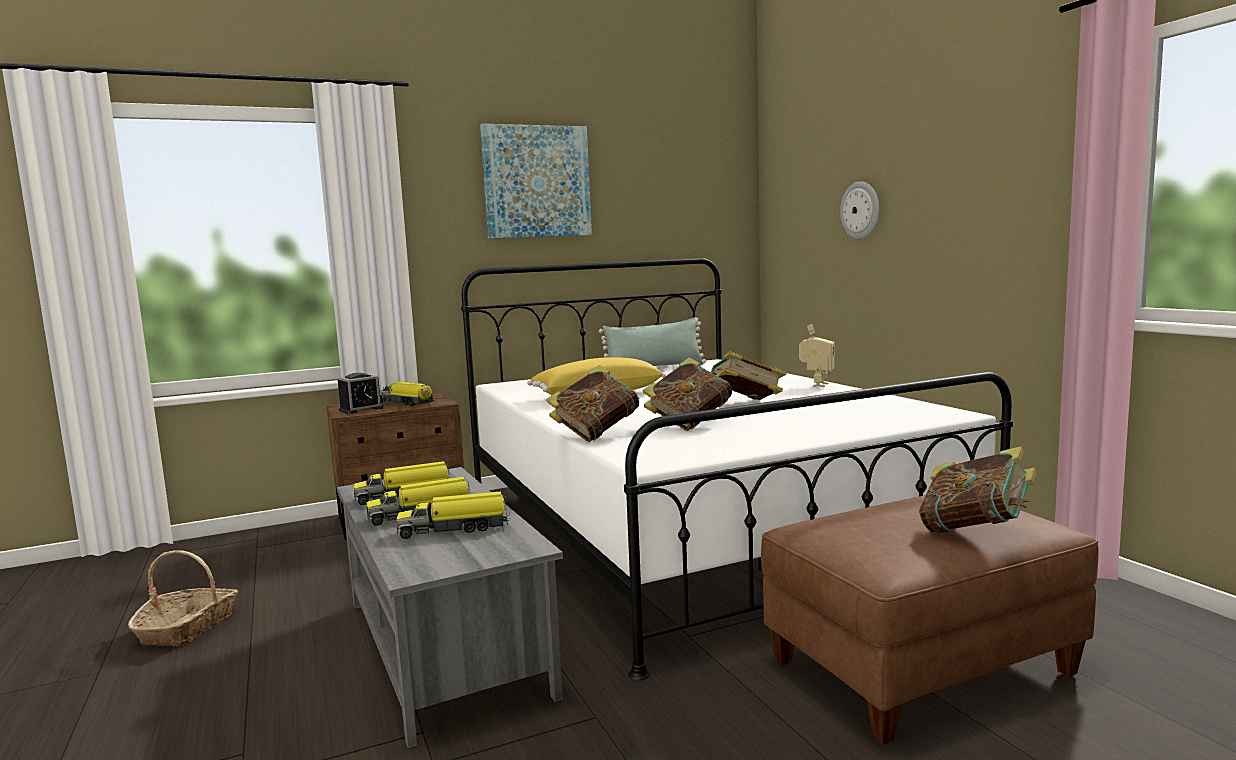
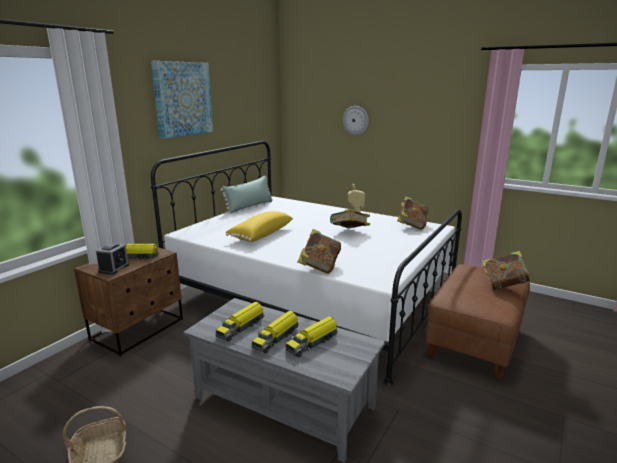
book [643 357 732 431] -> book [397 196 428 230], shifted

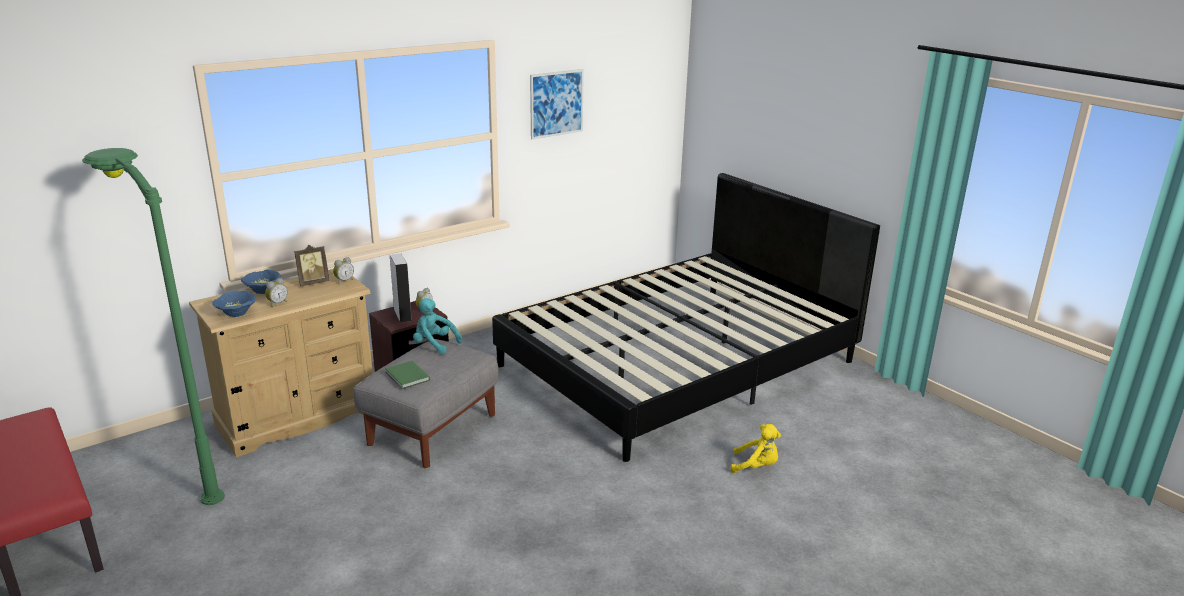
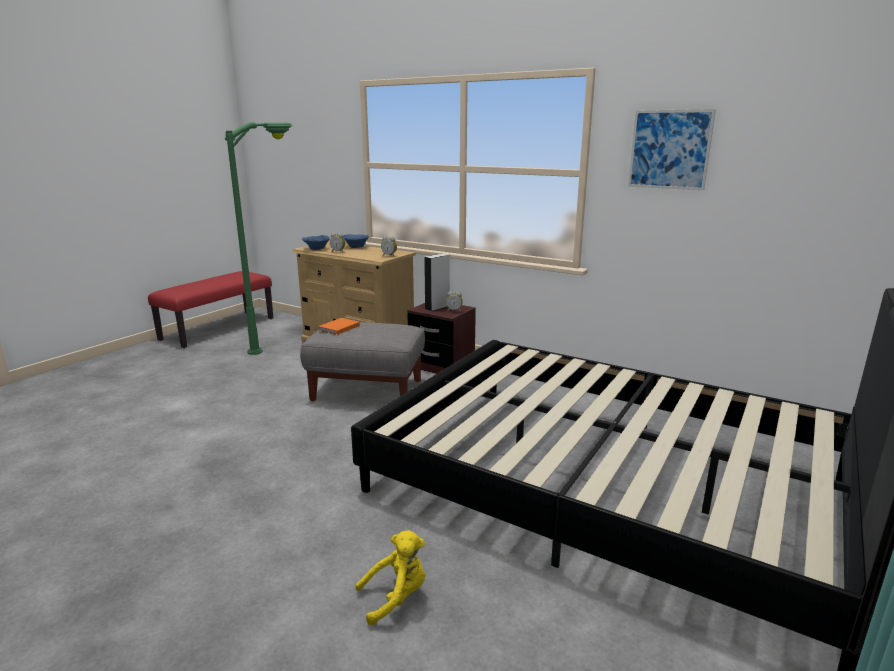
green book [385 361 430 389] -> orange book [318 318 360 335]
yellow plush toy [730 424 781 473] -> yellow plush toy [356 530 426 625], 105 degrees counterclockwise
picture frame [294 245 330 286] -> none
turquoise plush toy [413 298 462 354] -> none

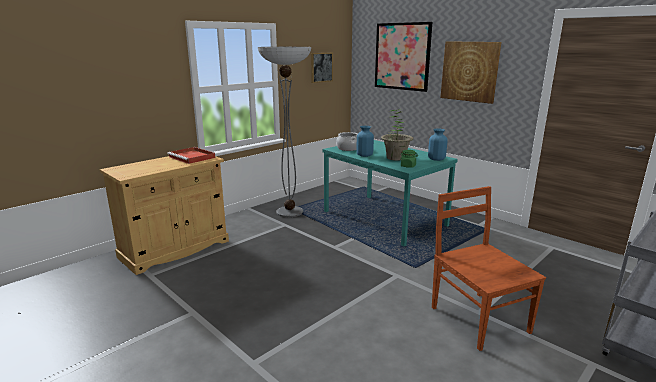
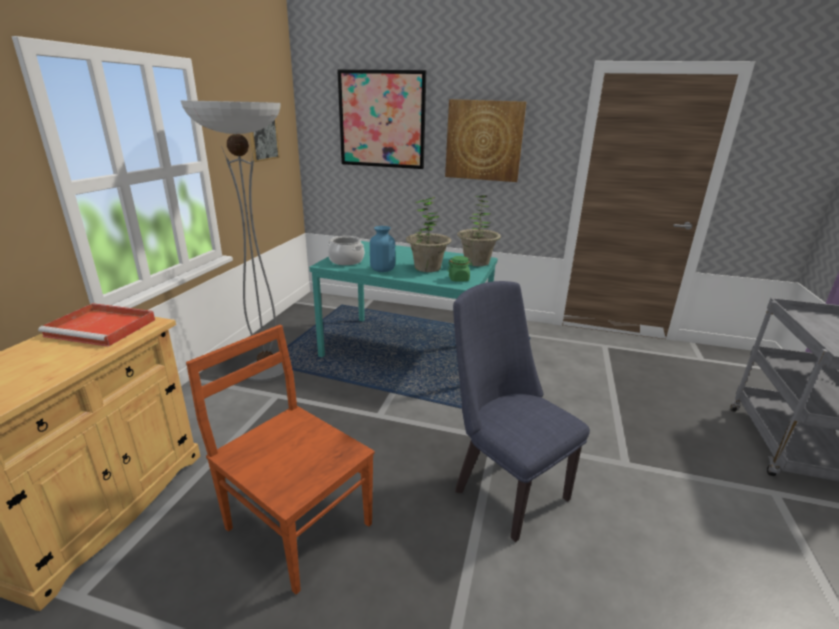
brown chair [432 186 546 351] -> brown chair [186 325 375 595], shifted
none -> blue chair [453 281 590 542]
blue vase [428 129 448 161] -> potted plant [457 195 501 266]

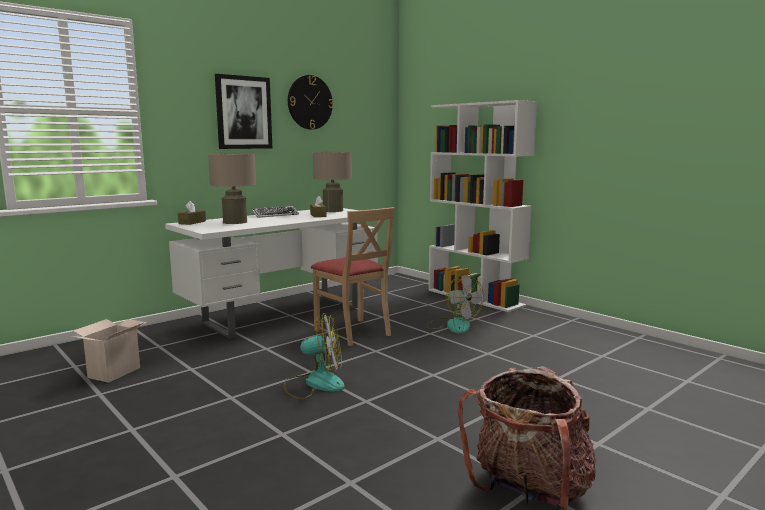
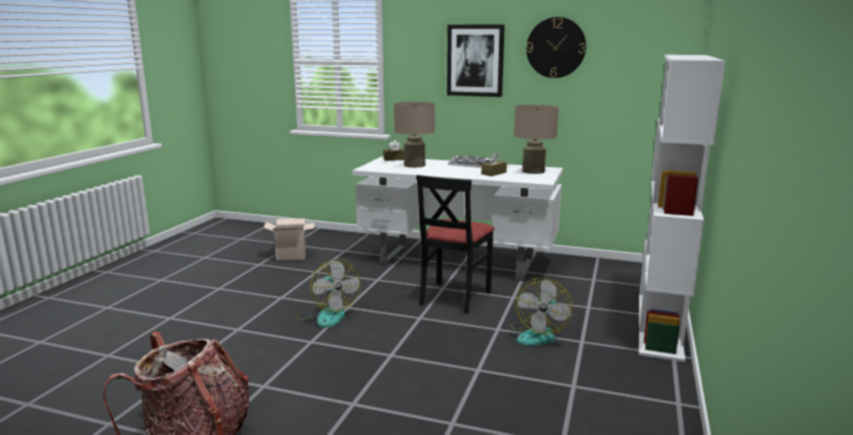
beige chair [311 207 395 346] -> black chair [416 175 495 314]

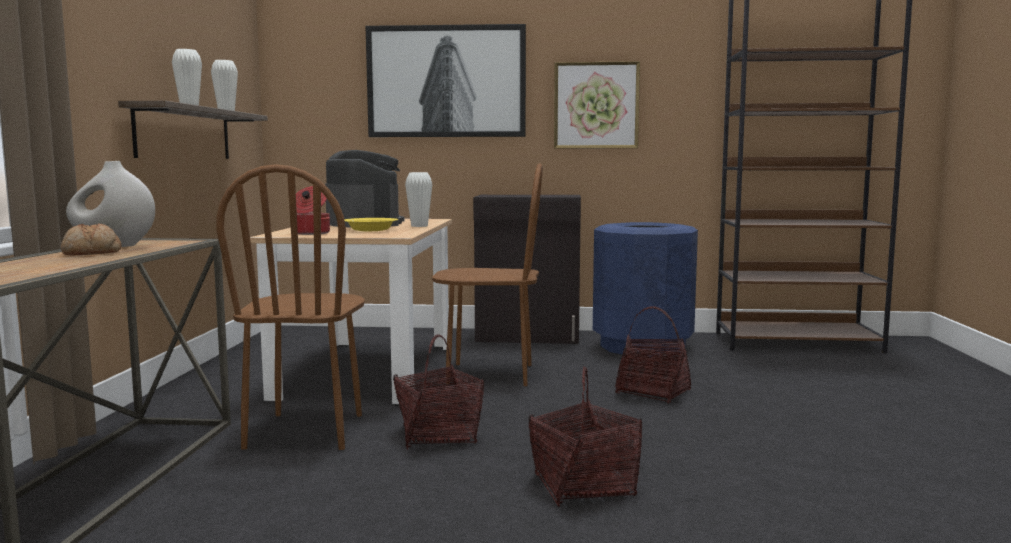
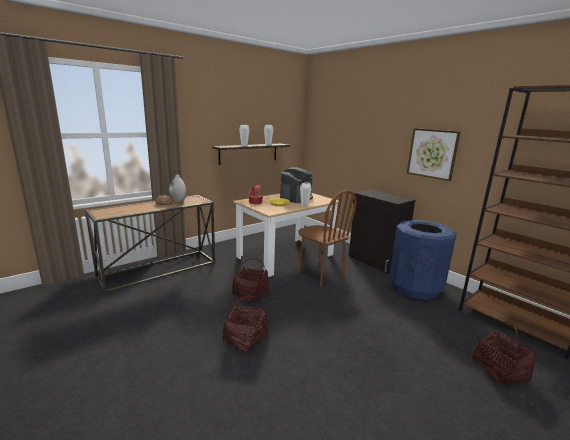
basket [615 307 691 403] -> basket [473 321 536 386], shifted
brown chair [216 164 365 450] -> none
picture [366 24 526 137] -> none

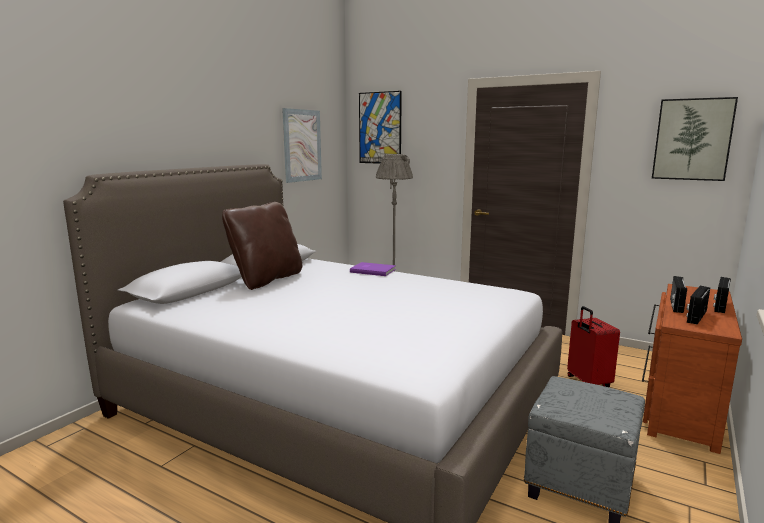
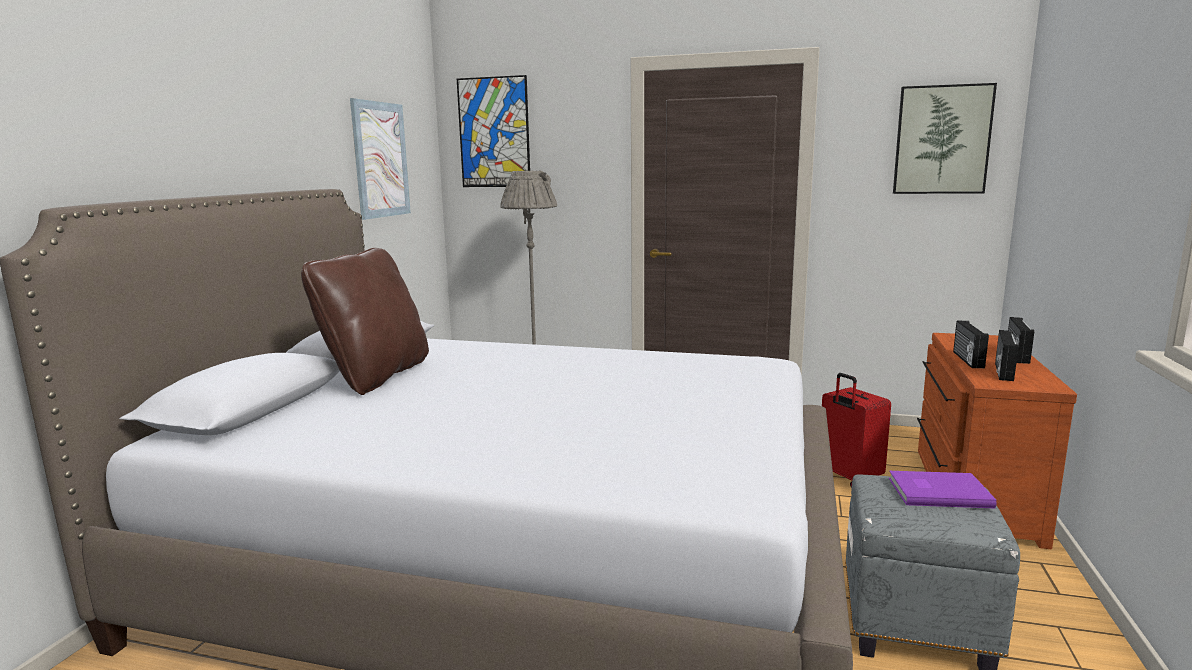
purple book [350 262 396 276] -> purple book [889 471 996 508], shifted

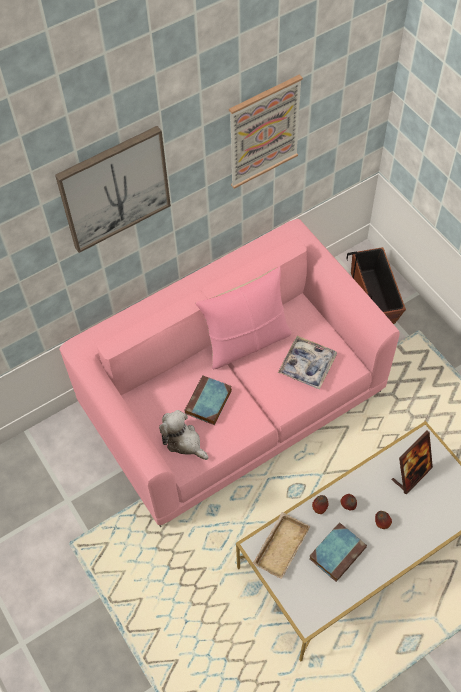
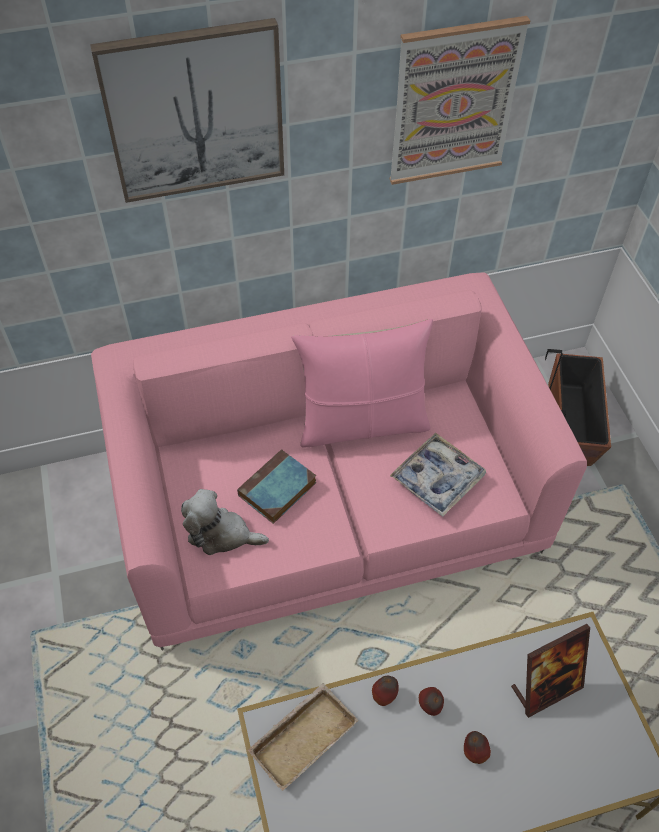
plush toy [159 410 208 460] -> plush toy [181 489 269 555], 45 degrees counterclockwise
book [309 522 367 582] -> none

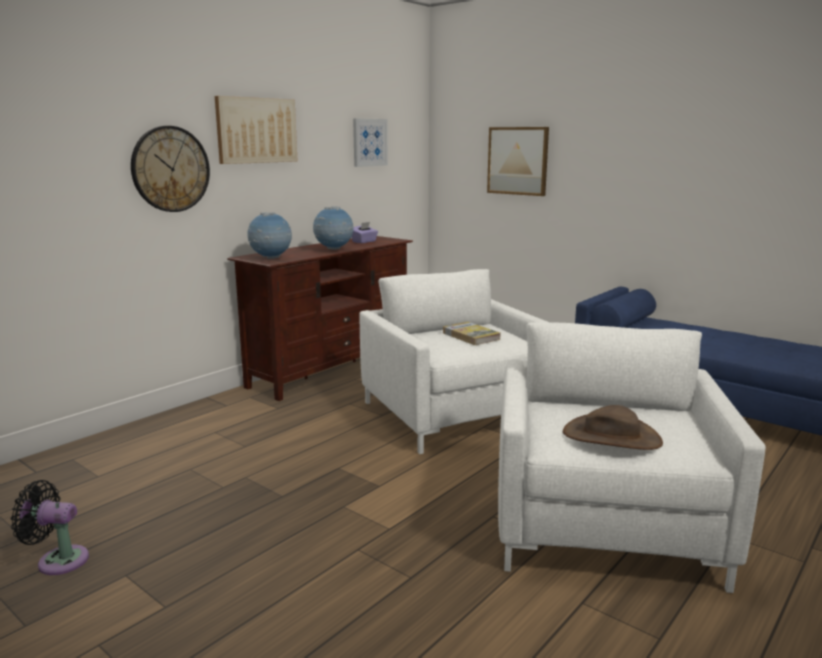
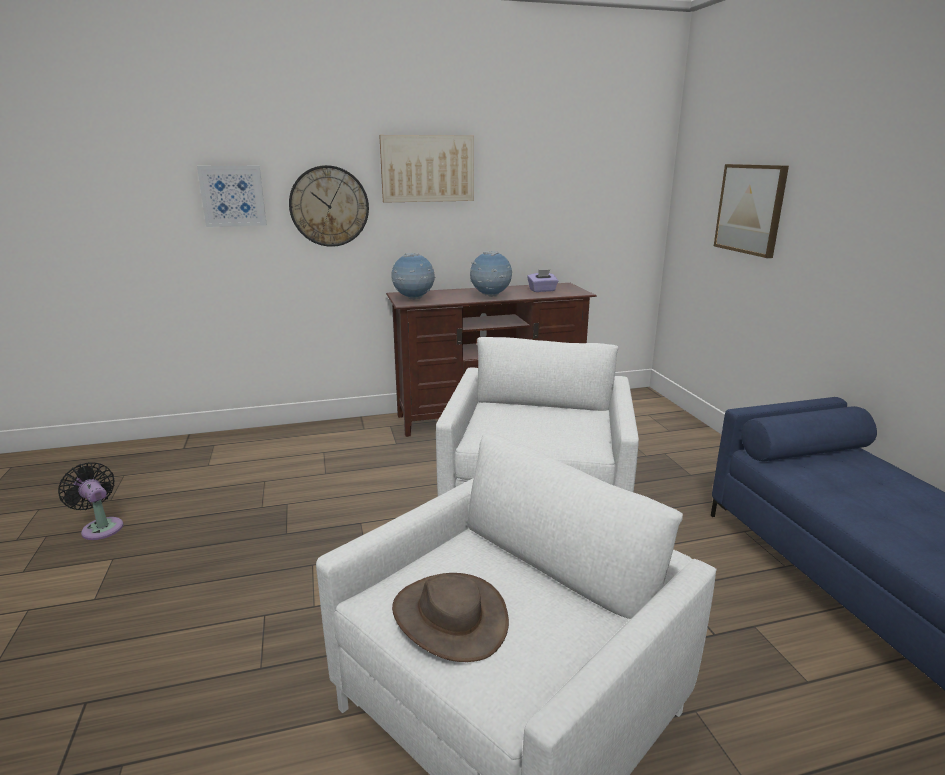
picture [353 118 388 167] -> picture [197 166 267 227], shifted
book [443 322 501 345] -> none

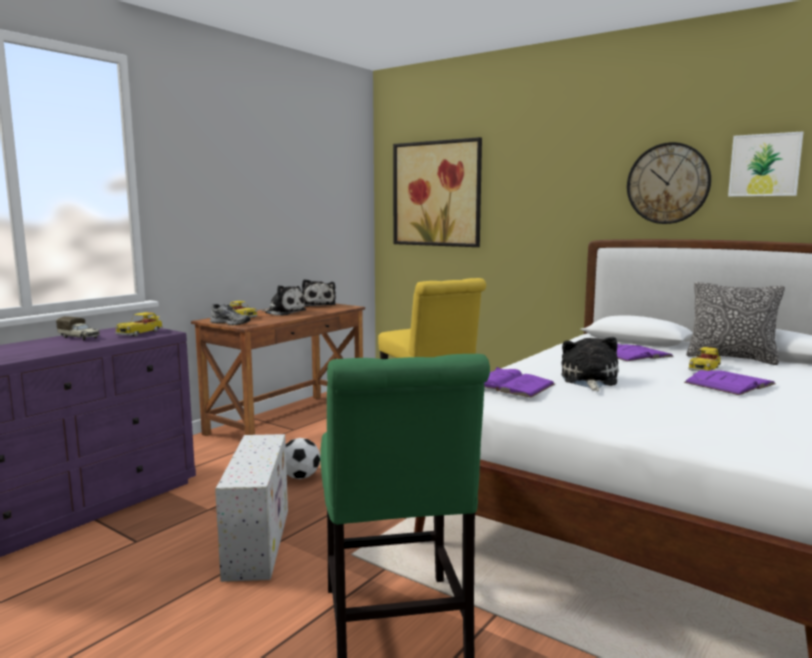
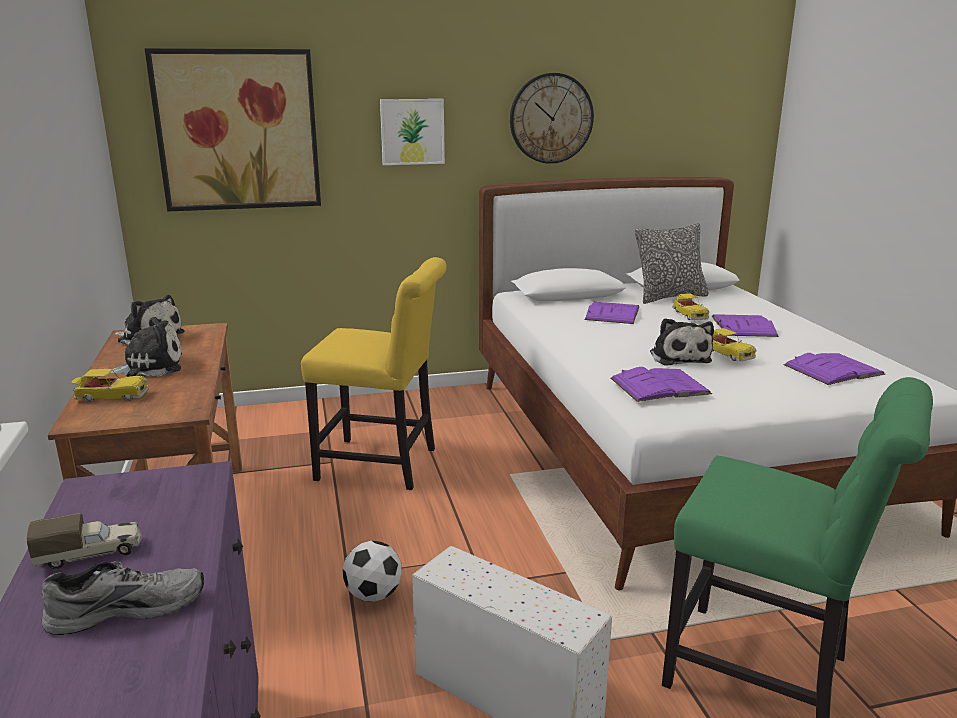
grey shoe [210 304 250 325] -> grey shoe [41 561 204 635], shifted
picture [728 131 803 197] -> picture [380 99 445 165], shifted
plush toy [561 337 618 391] -> plush toy [650 318 714 366], 150 degrees counterclockwise
toy car [115 312 163 336] -> toy car [712 328 757 361], shifted
none -> purple book [784 353 886 385]

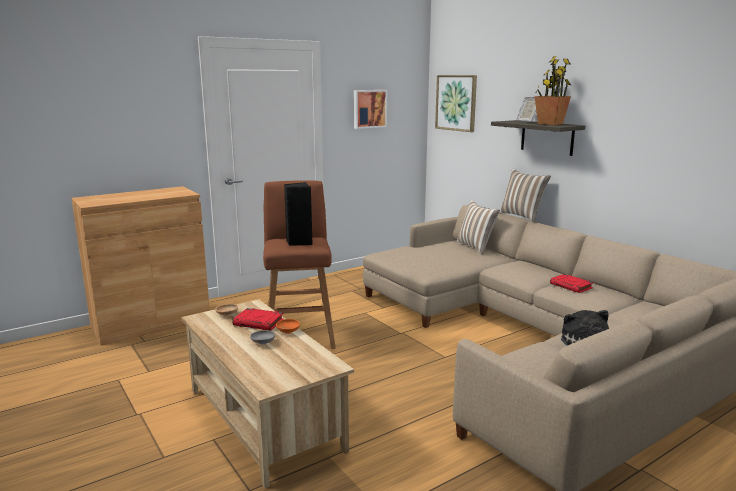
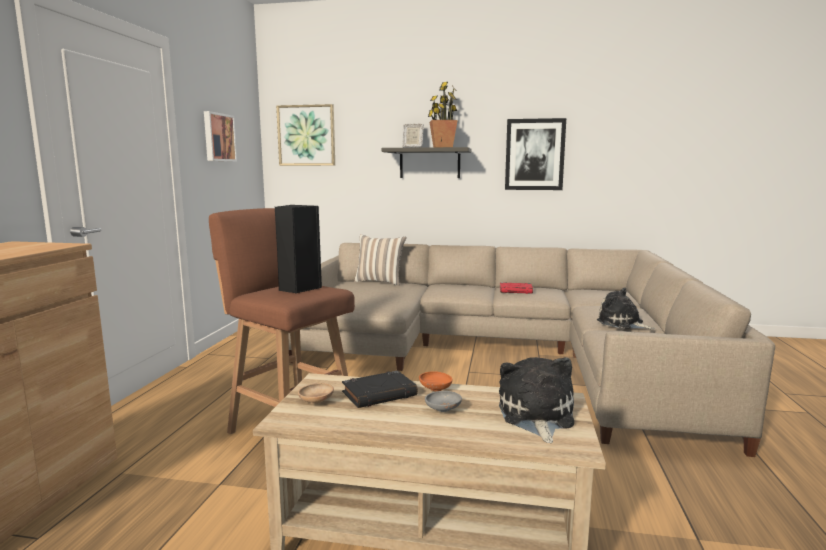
red book [233 308 284 331] -> black book [342 370 418 408]
none -> plush toy [499 357 574 443]
none -> picture [505 118 566 190]
pillow [499 169 551 223] -> none

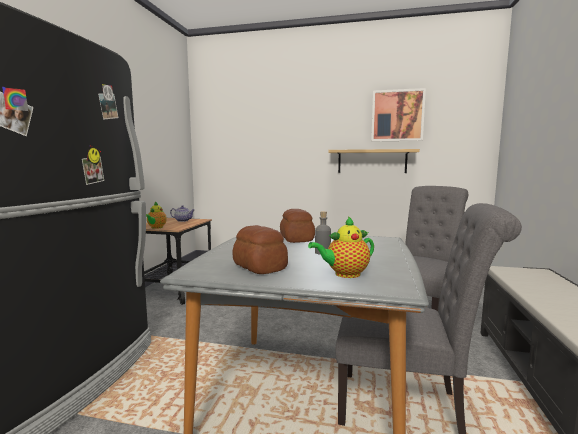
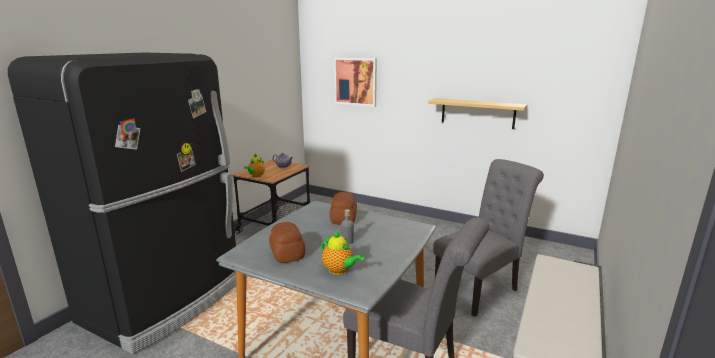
teapot [308 216 374 278] -> teapot [321 231 364 275], 135 degrees counterclockwise
picture [371 88 426 141] -> picture [334 57 377 107], shifted

